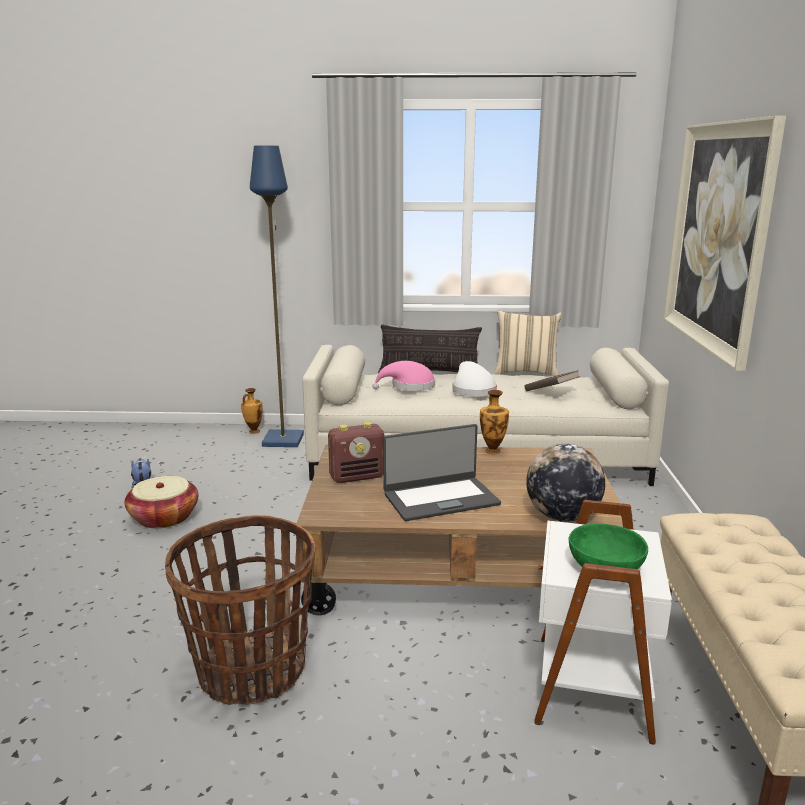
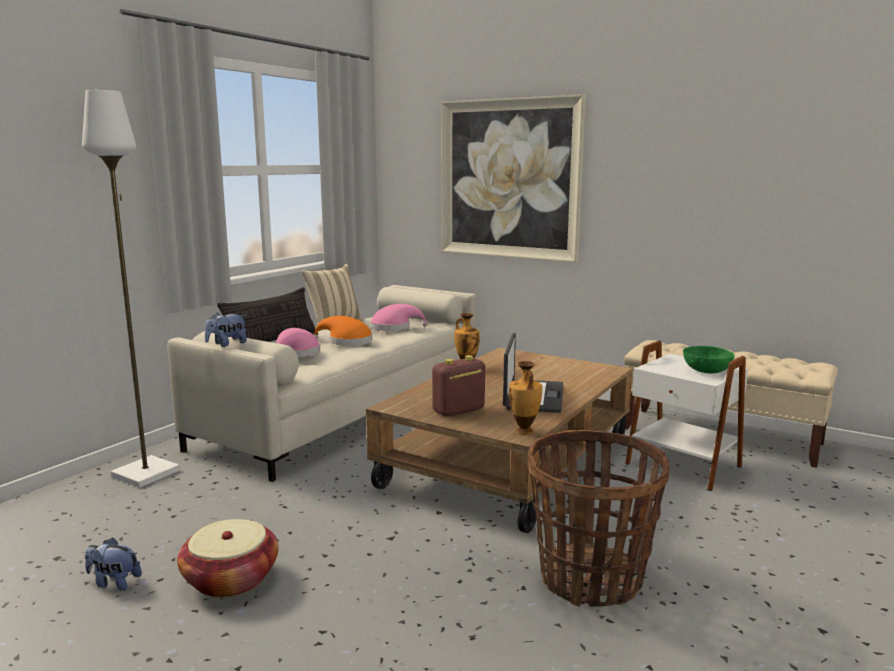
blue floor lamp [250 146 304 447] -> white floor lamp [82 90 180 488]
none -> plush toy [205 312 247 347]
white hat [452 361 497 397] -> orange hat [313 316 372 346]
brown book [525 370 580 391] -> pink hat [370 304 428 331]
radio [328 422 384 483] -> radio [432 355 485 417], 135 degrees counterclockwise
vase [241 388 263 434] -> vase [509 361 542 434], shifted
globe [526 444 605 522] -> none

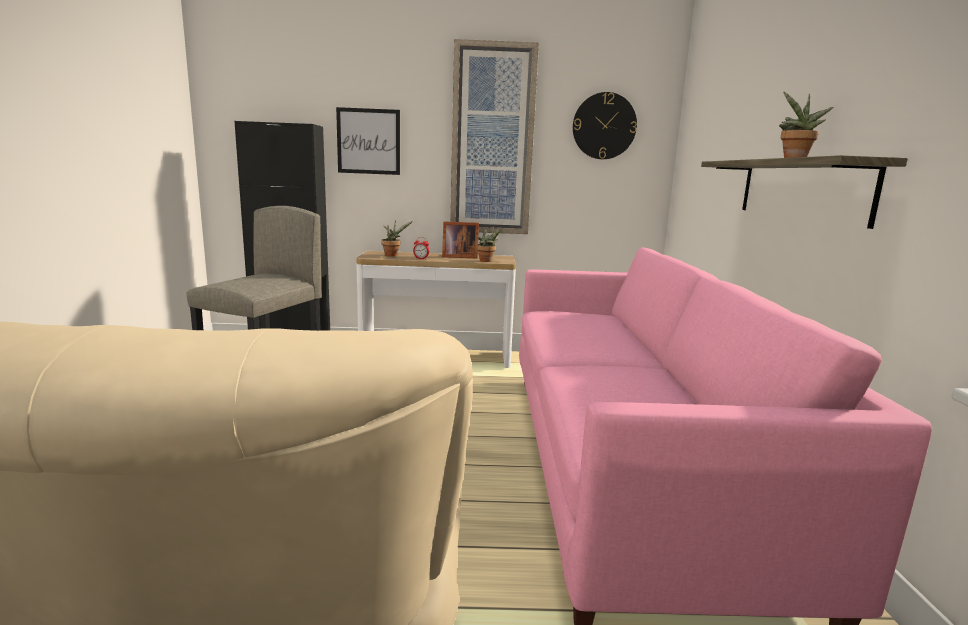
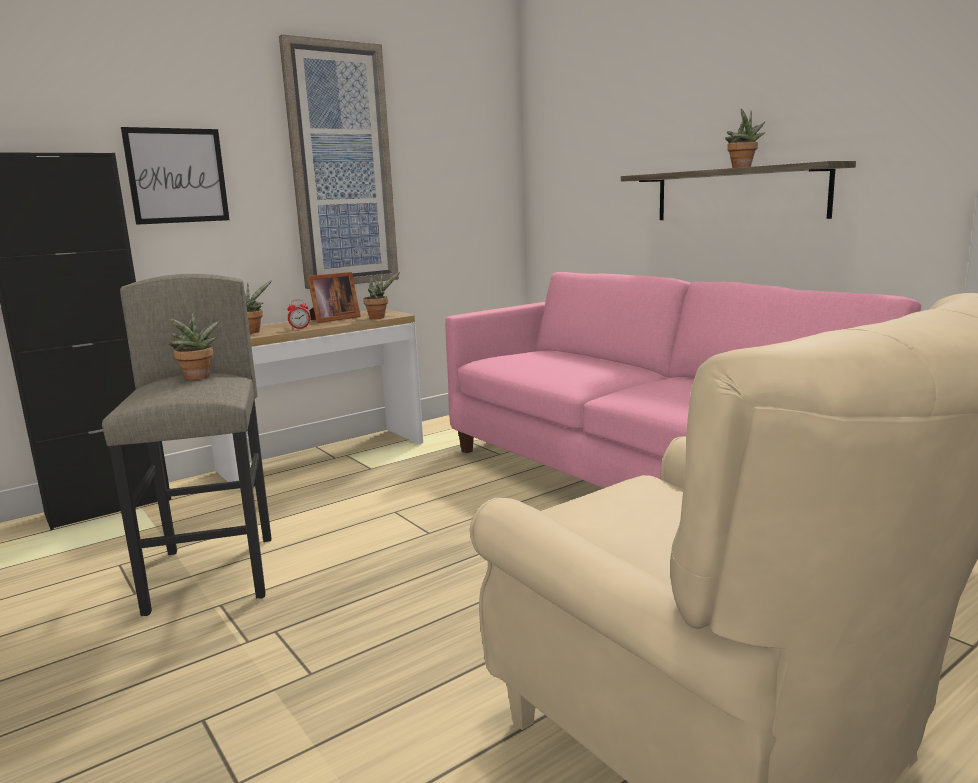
none -> potted plant [168 312 219 380]
wall clock [573 92 637 159] -> none

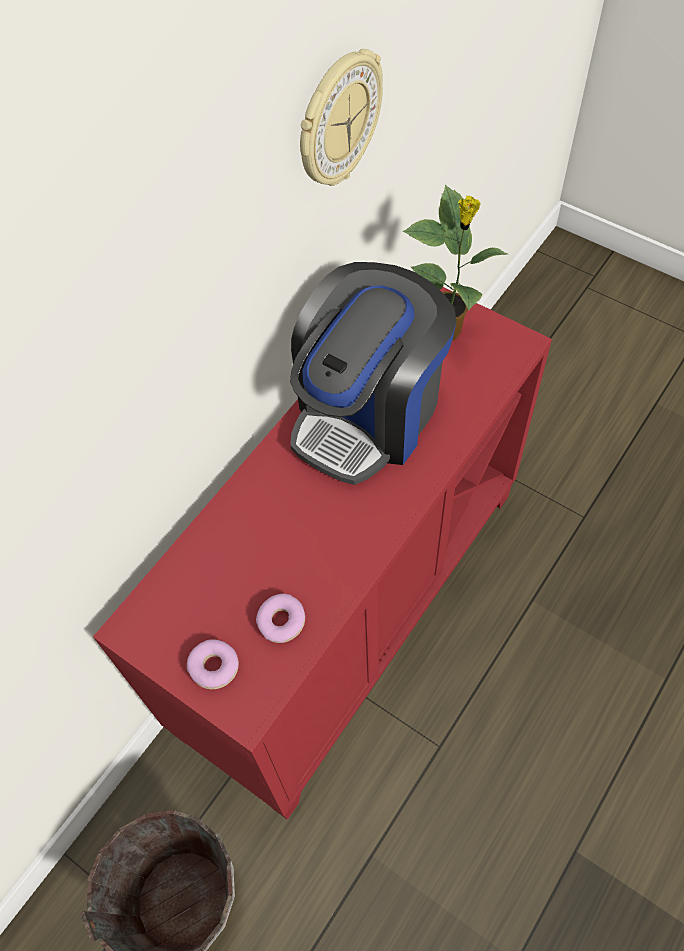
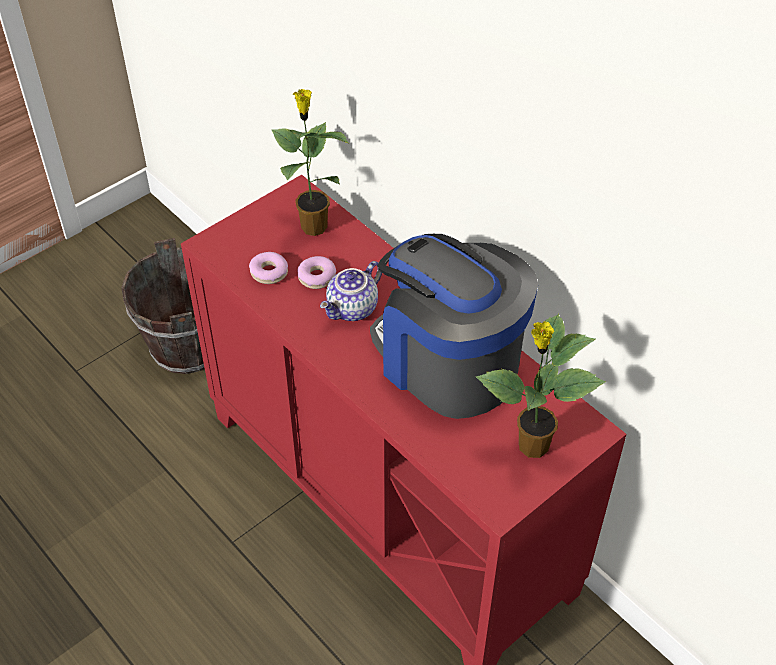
none -> potted plant [272 89 349 236]
donut [187 639 239 689] -> donut [297 256 336 289], shifted
none -> teapot [320 261 382 321]
wall clock [300 49 383 186] -> none

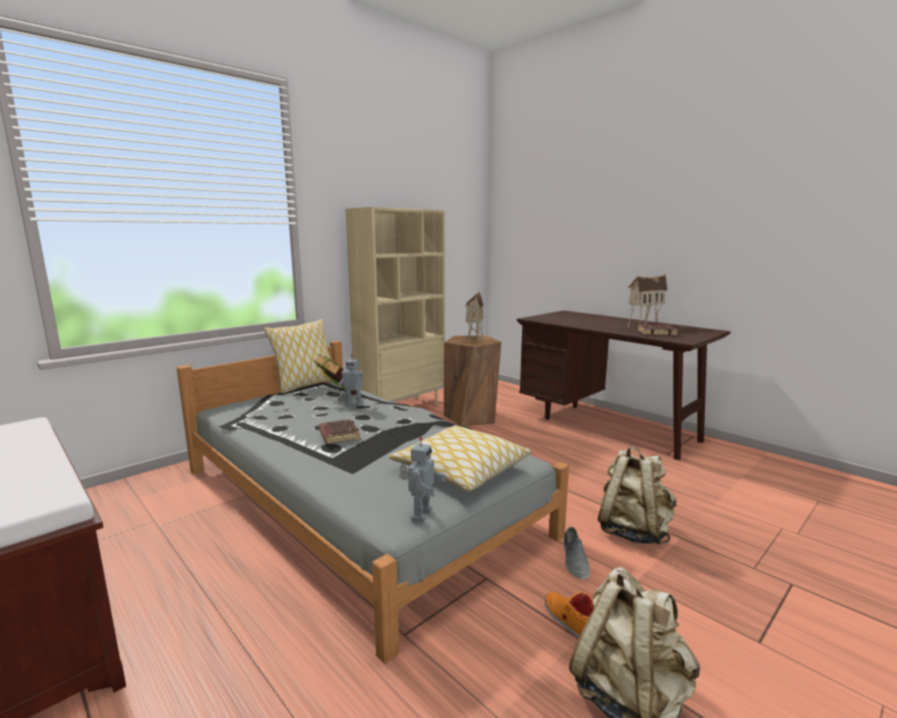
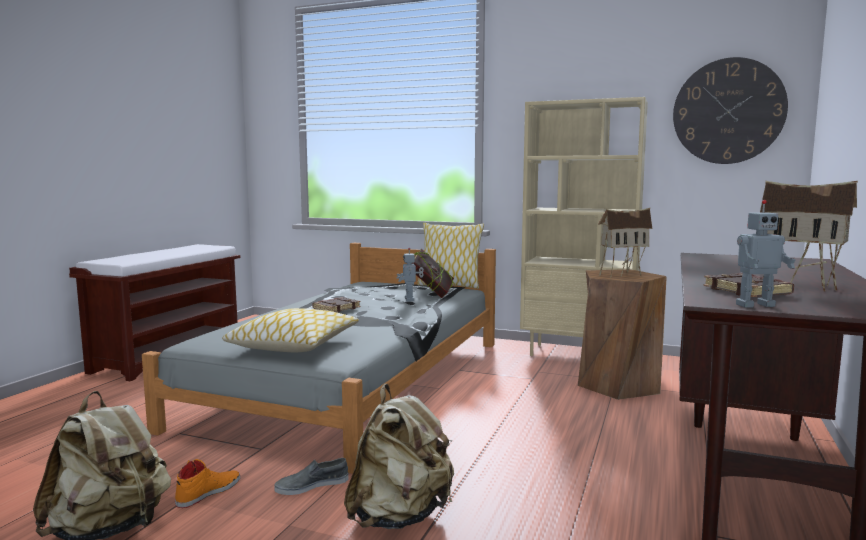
none -> wall clock [673 57 788 164]
toy robot [400 437 445 523] -> toy robot [736 200 796 308], shifted

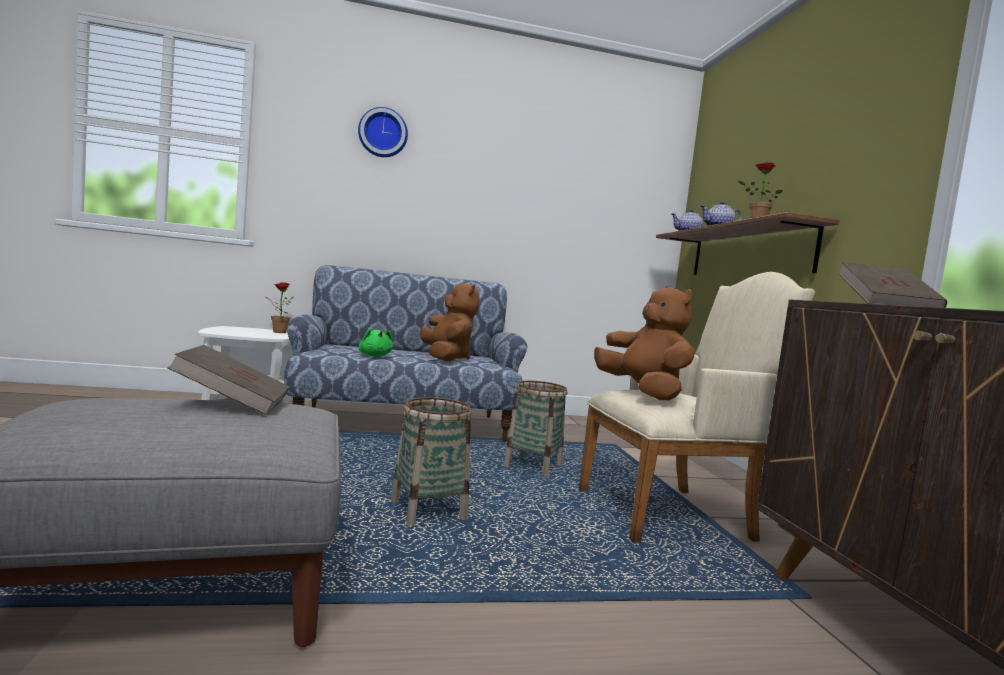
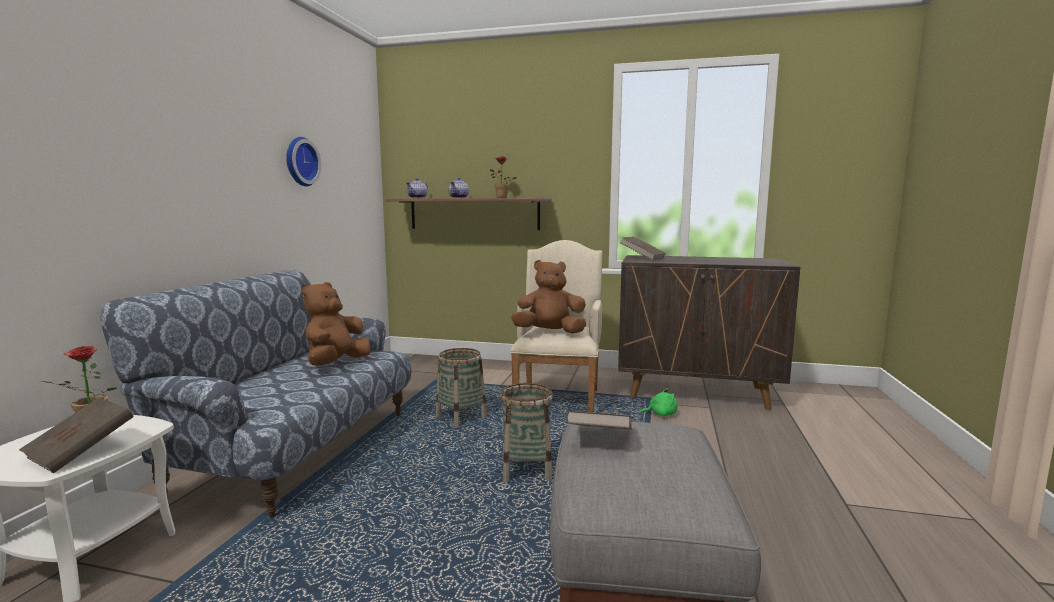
none -> brown book [19 397 134 473]
wall clock [358 107 408 157] -> wall clock [286 137 321 186], shifted
brown plush toy [420 283 480 361] -> brown plush toy [301 282 371 366], 75 degrees counterclockwise
green plush toy [358 328 392 357] -> green plush toy [639 388 678 416], shifted

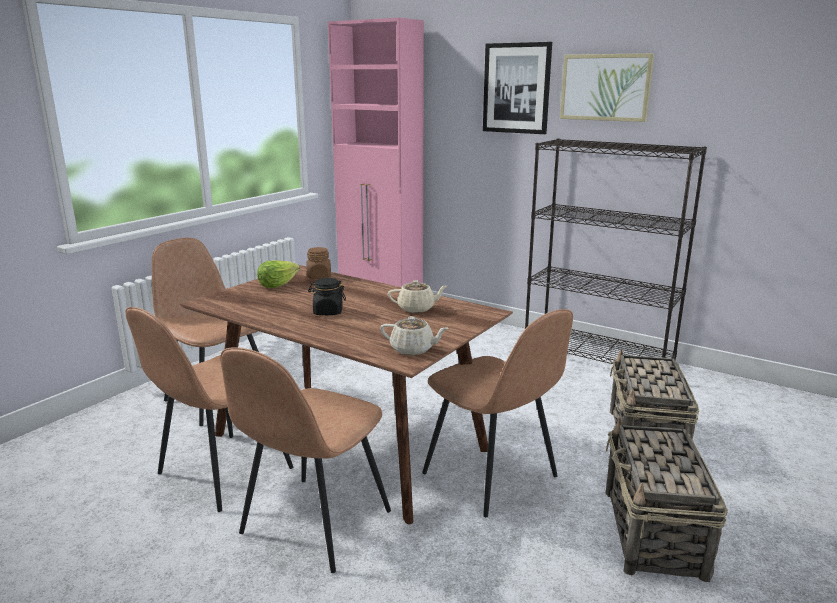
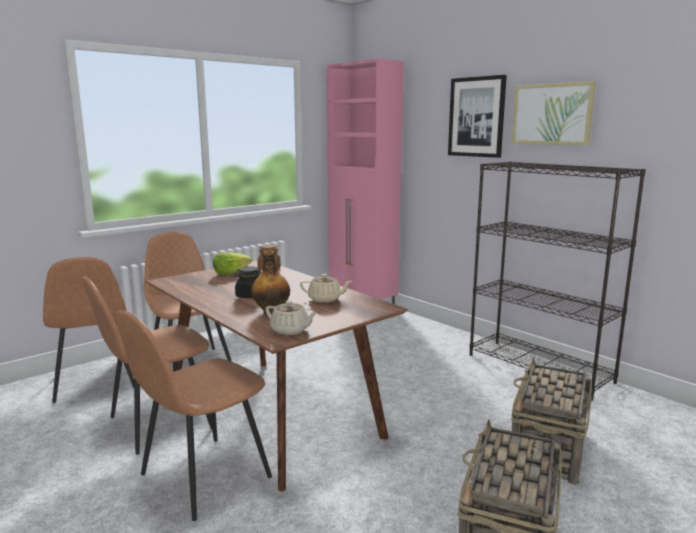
brown chair [422 309 573 517] -> brown chair [43 257 134 403], shifted
none -> bottle [251 251 290 315]

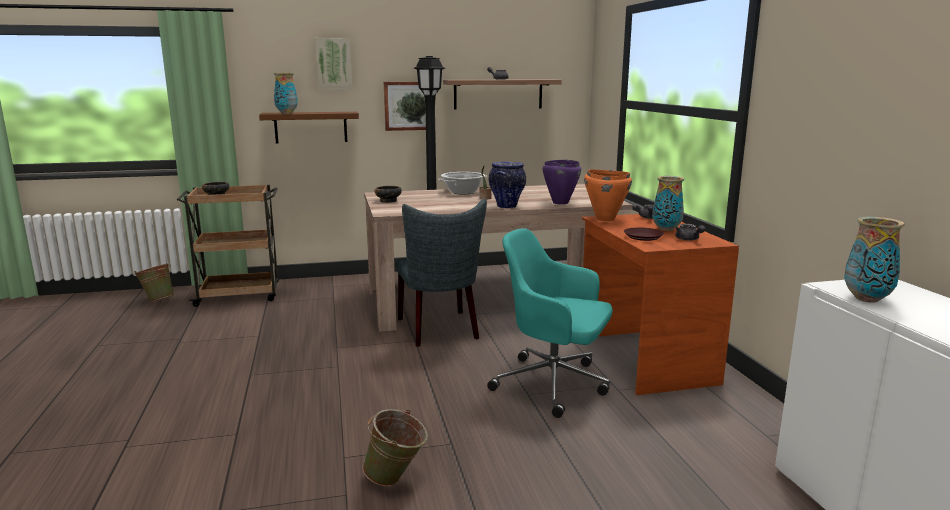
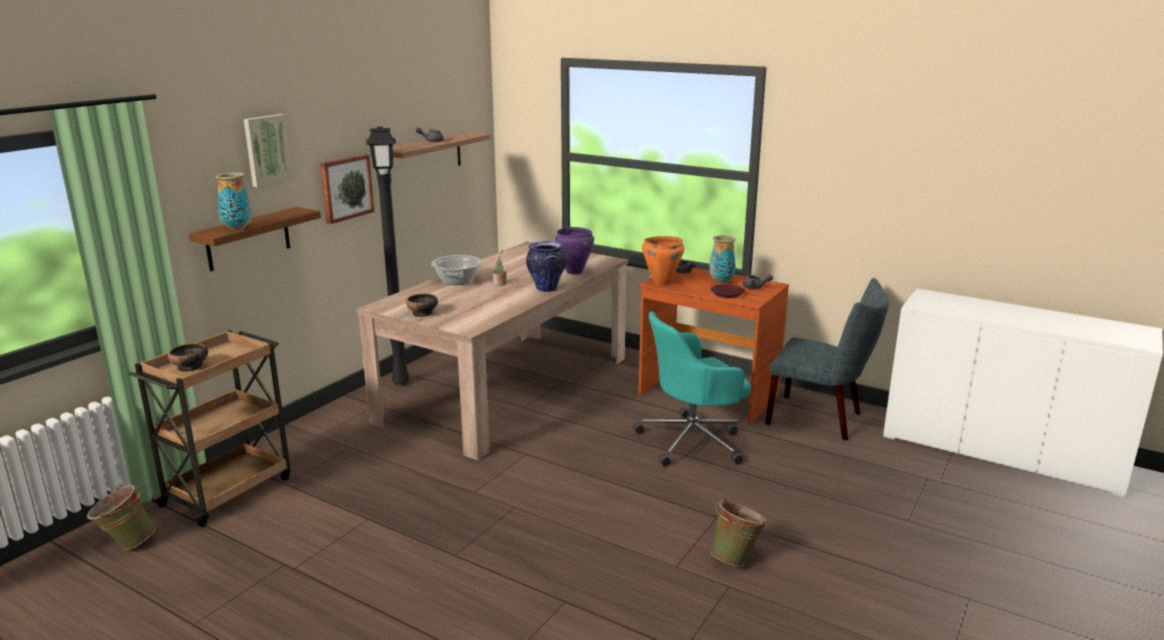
grey chair [396 199 487 347] -> grey chair [765 278 889 441], shifted
vase [844 217 904 303] -> none

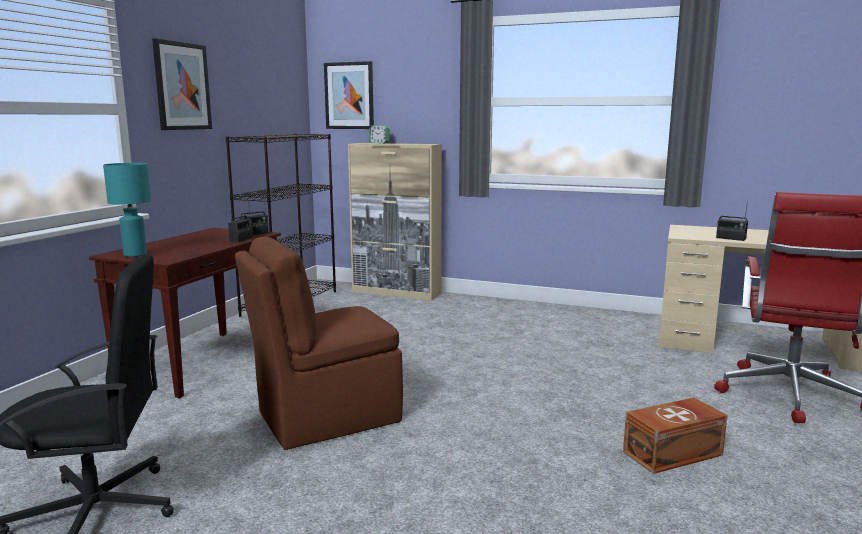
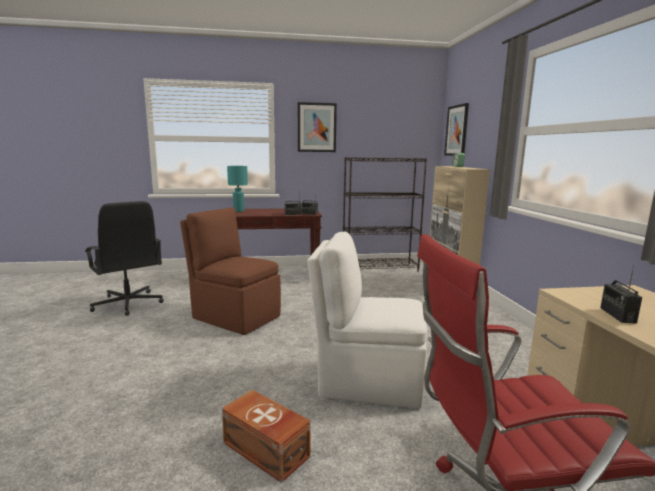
none -> white chair [307 232 427 409]

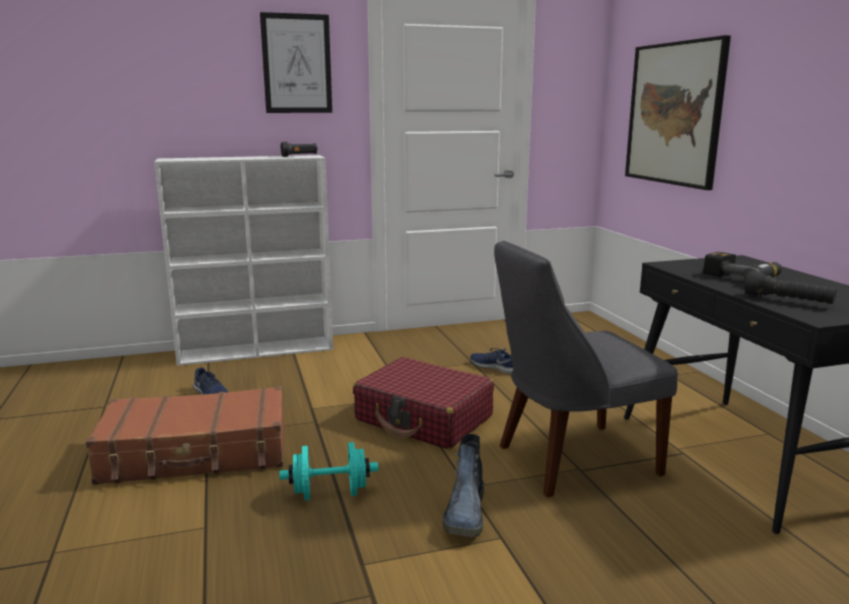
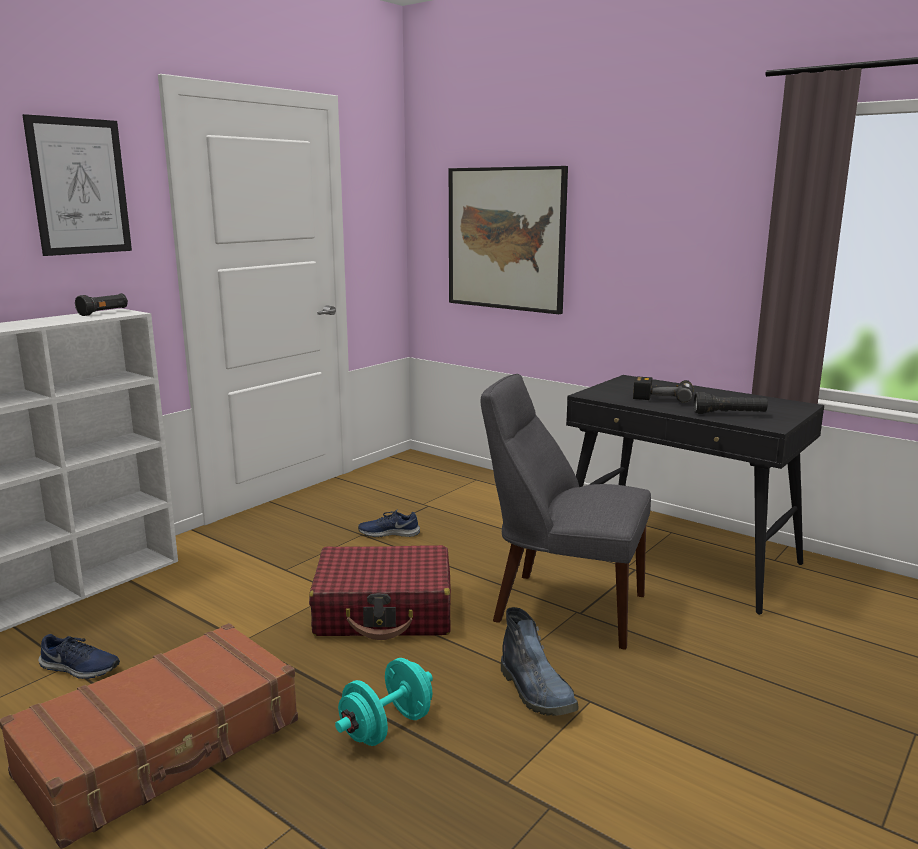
grey chair [494 241 678 497] -> grey chair [481 374 651 650], 75 degrees clockwise

